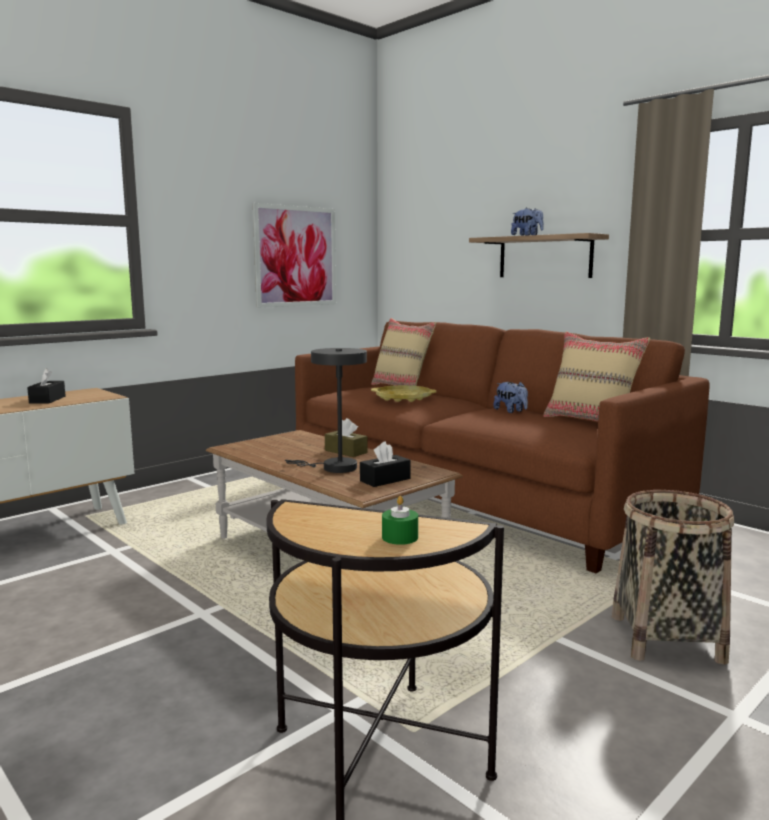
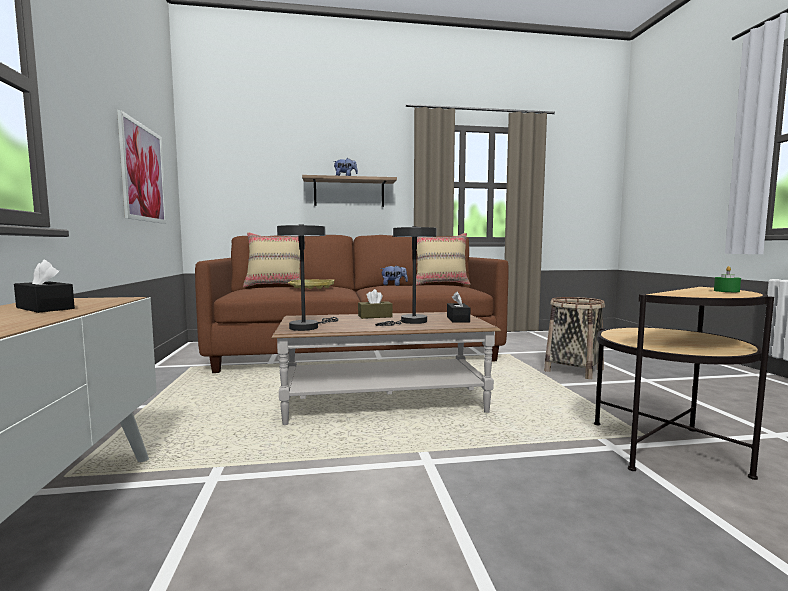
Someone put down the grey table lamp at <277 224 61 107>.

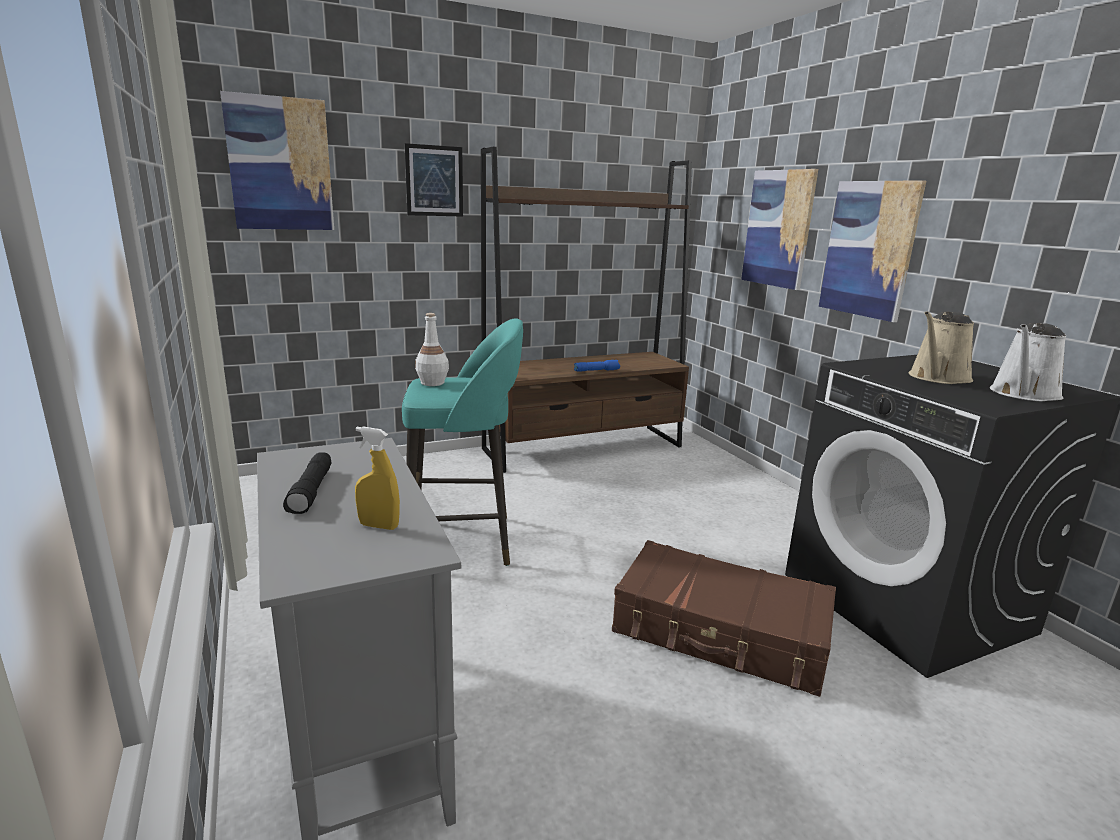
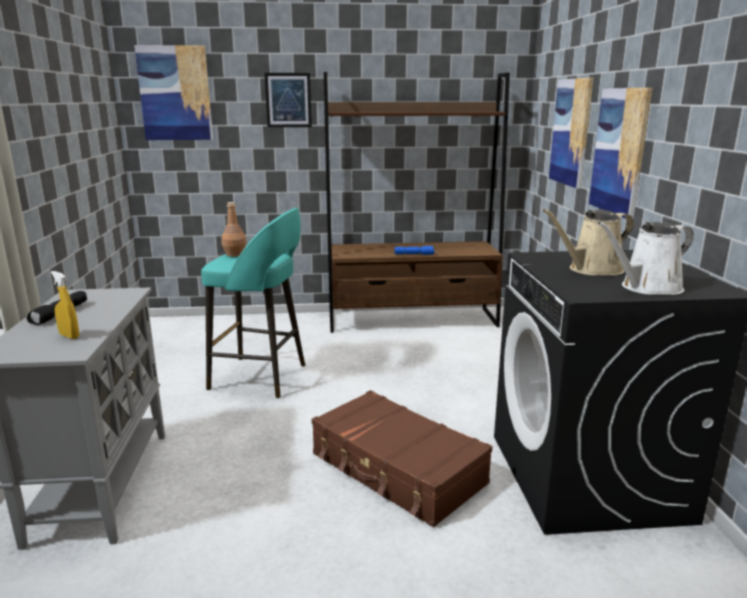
Someone repainted the white bottle at <415 313 34 73>, which became the brown bottle at <221 202 26 55>.

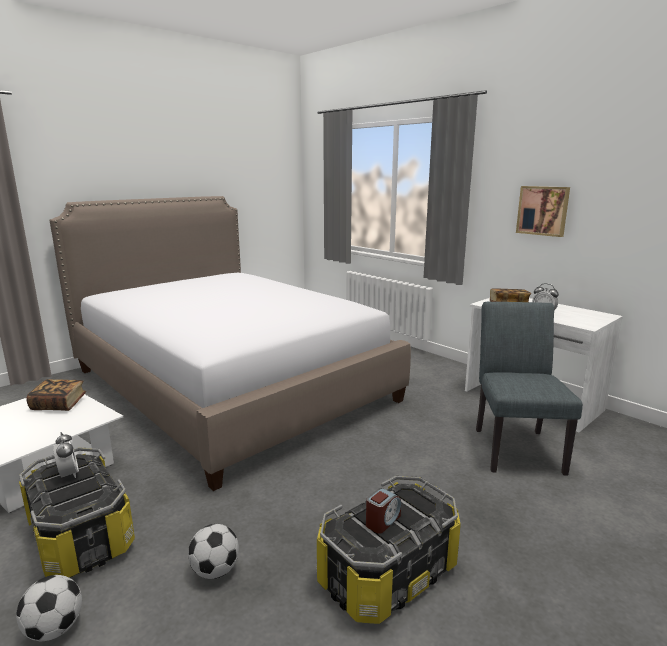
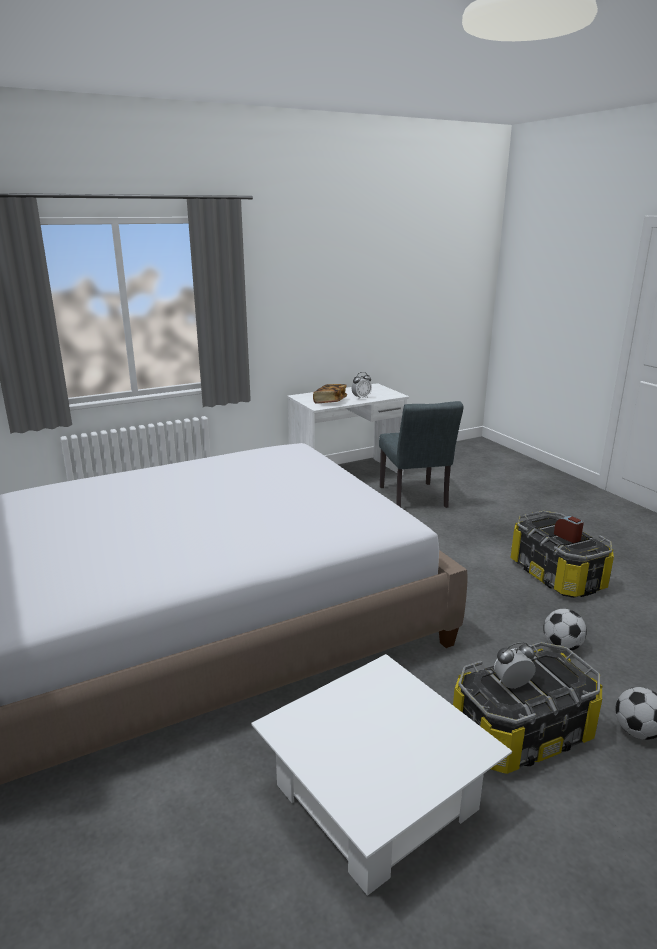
Someone took away the book at <26 379 60 32>.
Someone took away the picture at <516 186 54 51>.
Someone rotated the grey chair at <476 302 107 173> by 120 degrees counterclockwise.

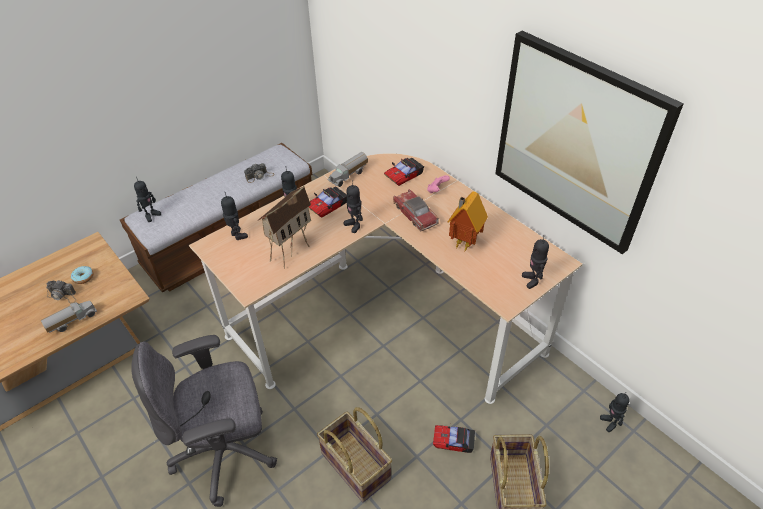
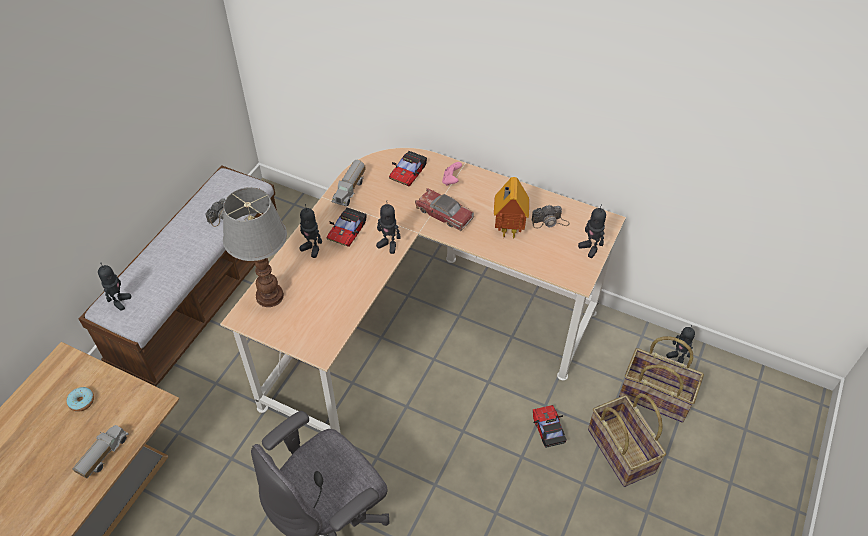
Someone took away the toy house at <257 186 54 83>.
Someone took away the picture at <495 31 189 223>.
Someone carried the photo camera from <46 281 30 23> to <531 205 39 23>.
Someone carried the basket from <317 407 75 95> to <619 336 85 87>.
Someone swapped the toy robot at <221 193 27 47> for the table lamp at <223 187 64 120>.
Someone rotated the toy car at <433 425 42 28> by 90 degrees clockwise.

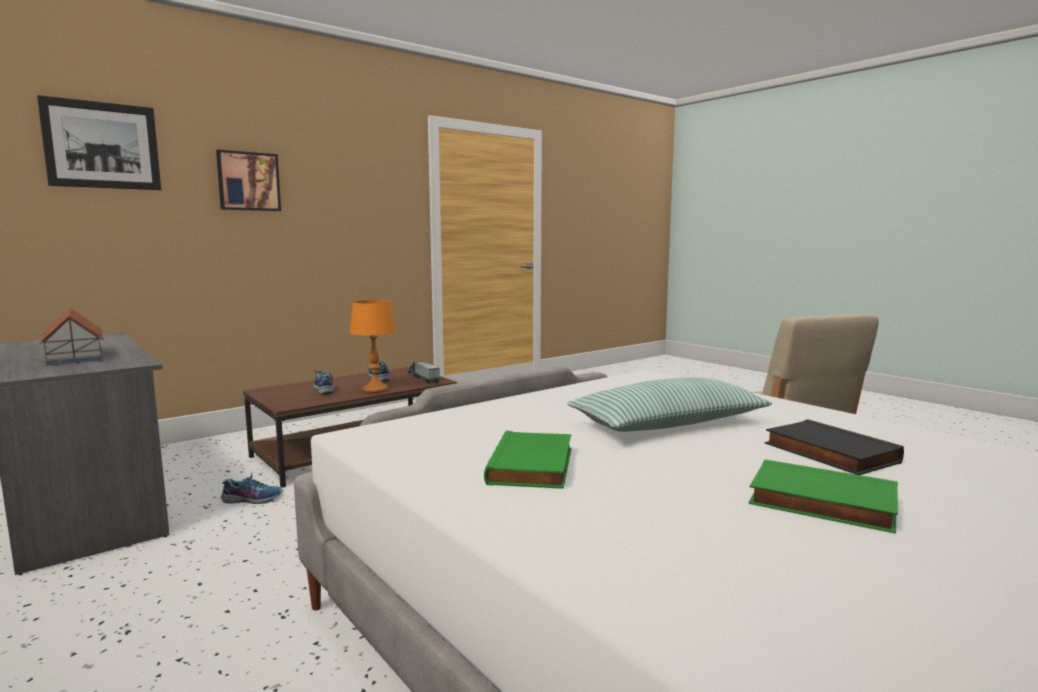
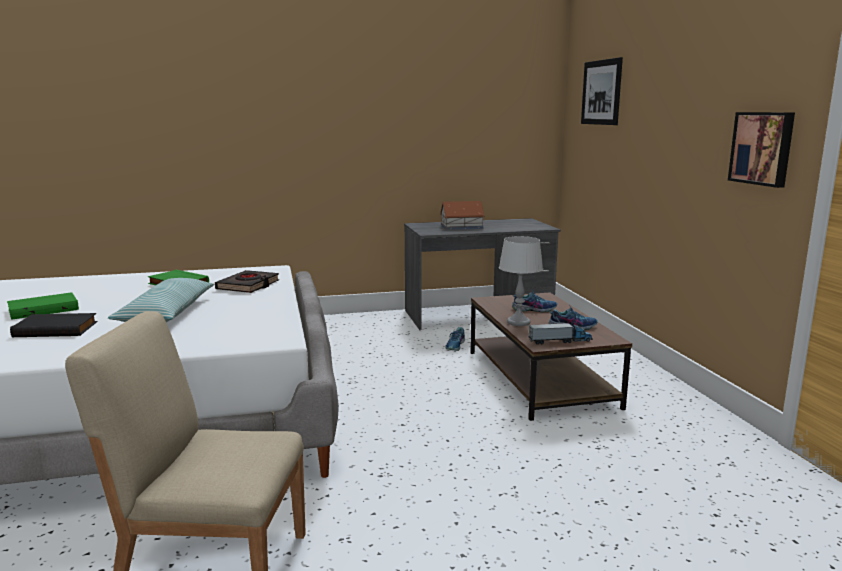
Someone put down the black book at <215 270 65 23>.
Someone carried the picture from <216 150 65 61> to <728 112 67 76>.
Someone repainted the orange table lamp at <349 300 48 93>, which became the grey table lamp at <499 236 44 90>.

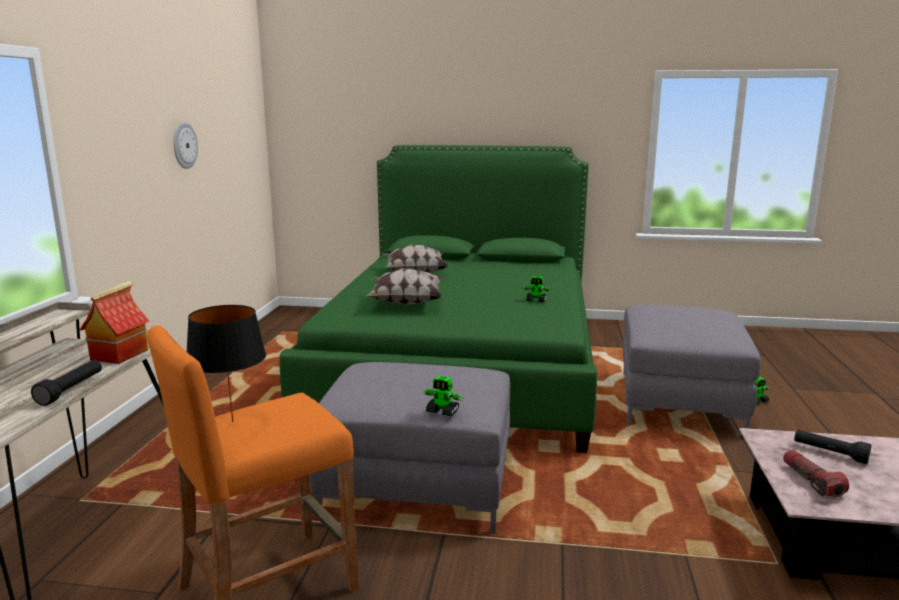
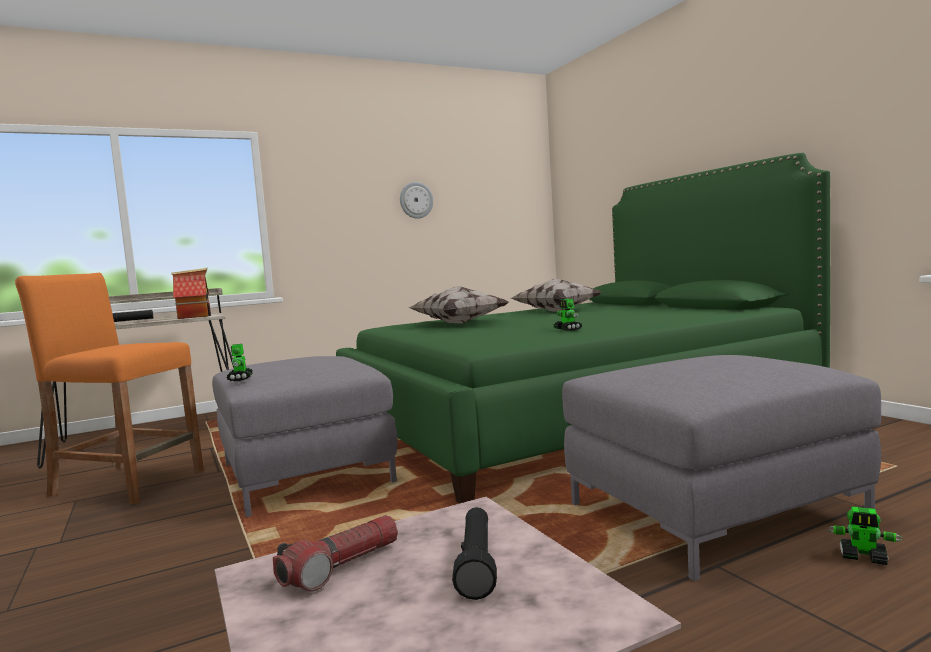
Someone took away the black table lamp at <187 305 79 117>.

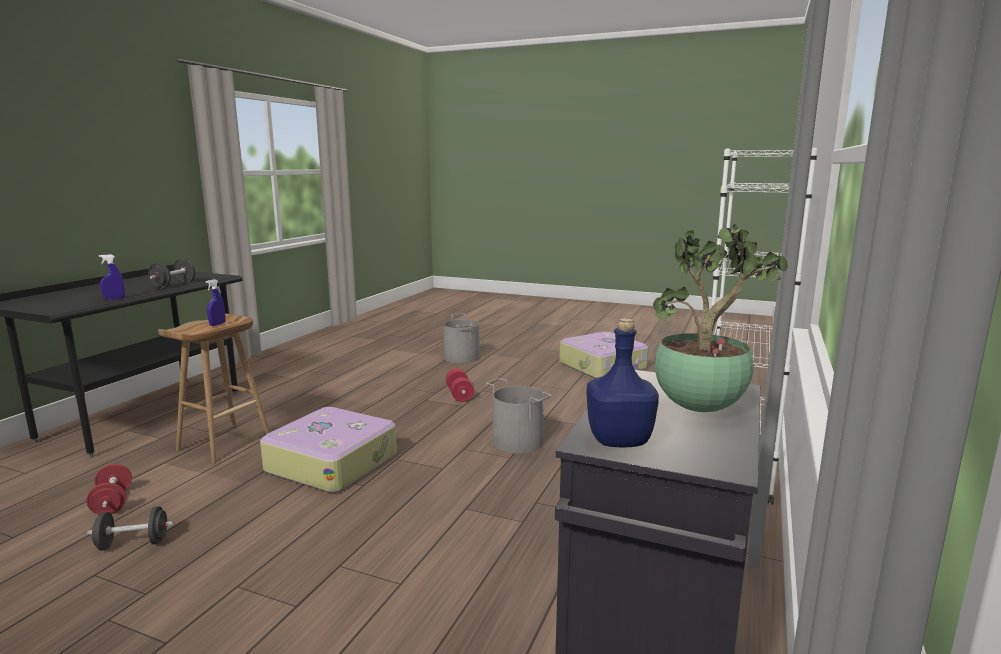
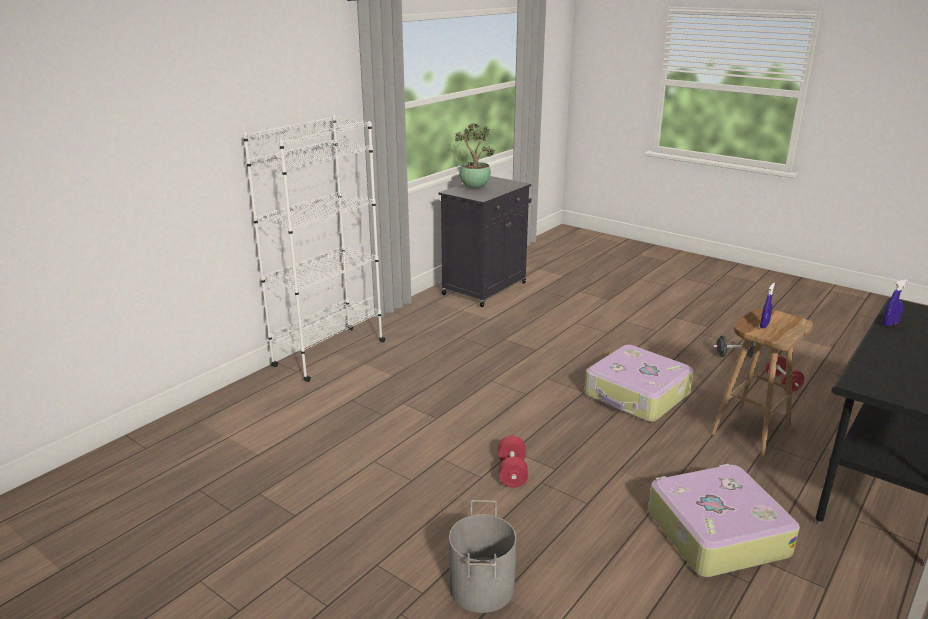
Someone took away the black dumbbell at <148 258 47 30>.
Someone took away the grey bucket at <486 378 66 75>.
Someone took away the blue bottle at <586 318 73 129>.
Someone carried the suitcase from <559 332 90 46> to <648 464 152 113>.

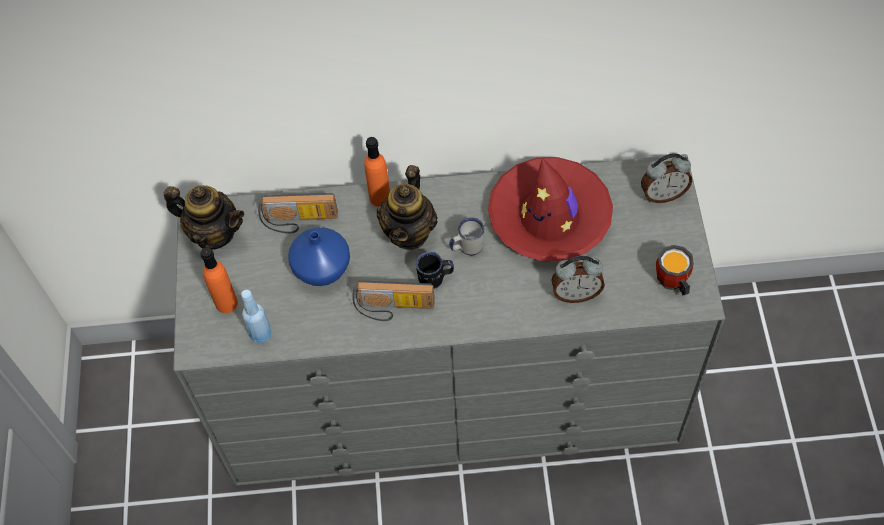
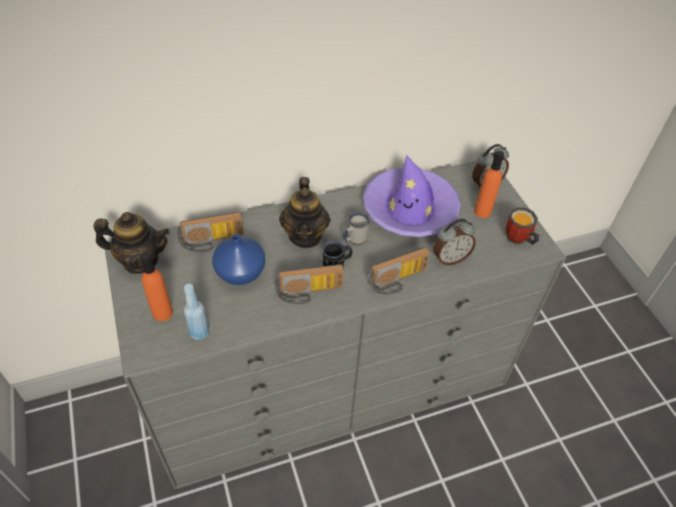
Someone put down the radio at <369 247 61 47>.
Someone carried the orange bottle from <364 137 26 70> to <474 151 30 67>.
Someone repainted the red hat at <488 157 125 104>, which became the purple hat at <363 155 98 82>.

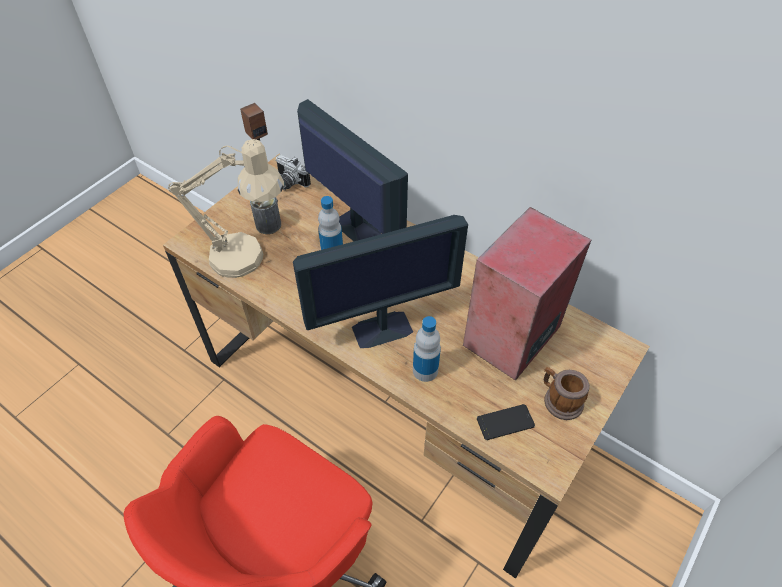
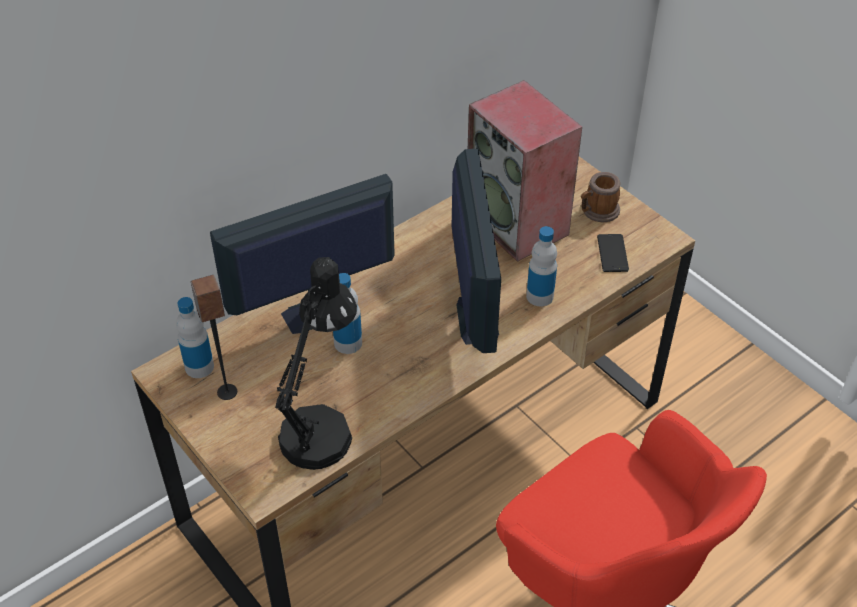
Someone took away the can at <250 197 31 37>.
Someone swapped the photo camera at <275 154 36 36> for the bottle at <176 297 38 81>.
Someone repainted the beige table lamp at <168 139 116 139>, which became the black table lamp at <275 257 82 213>.

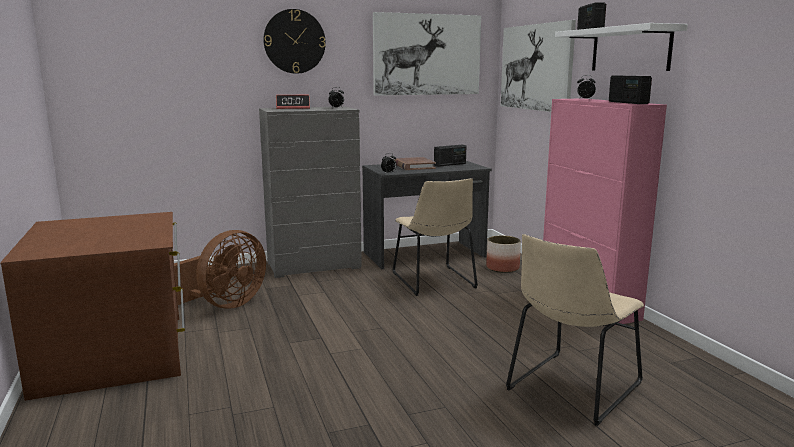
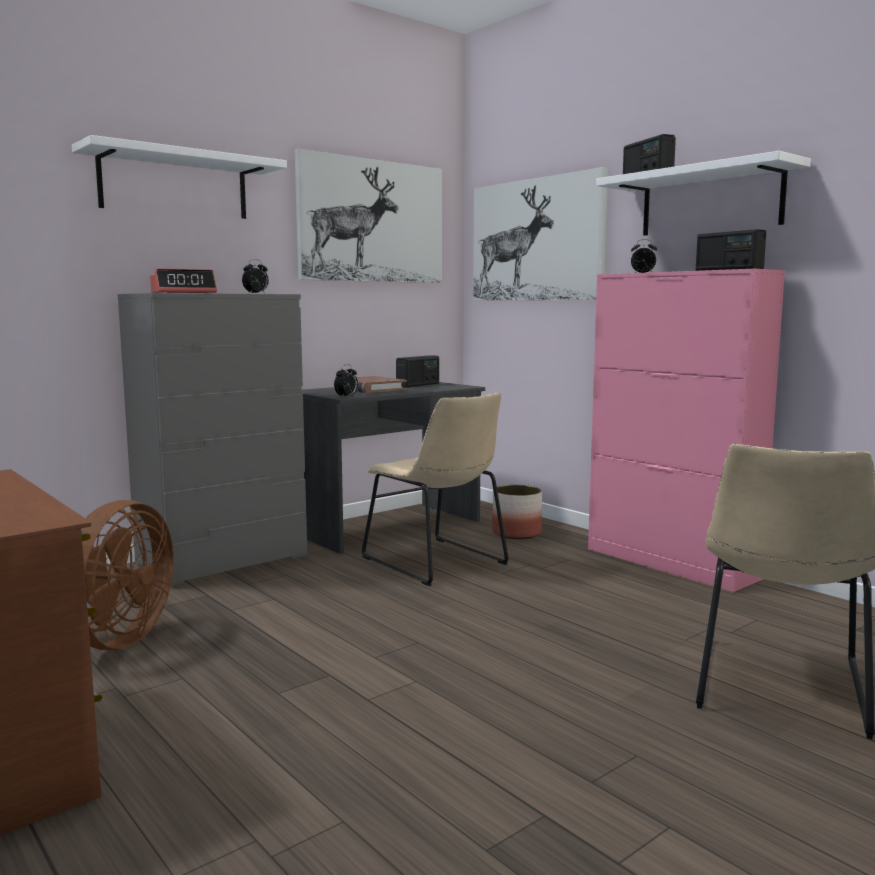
Someone swapped the wall clock at <263 9 63 65> for the white shelf at <72 135 215 84>.

